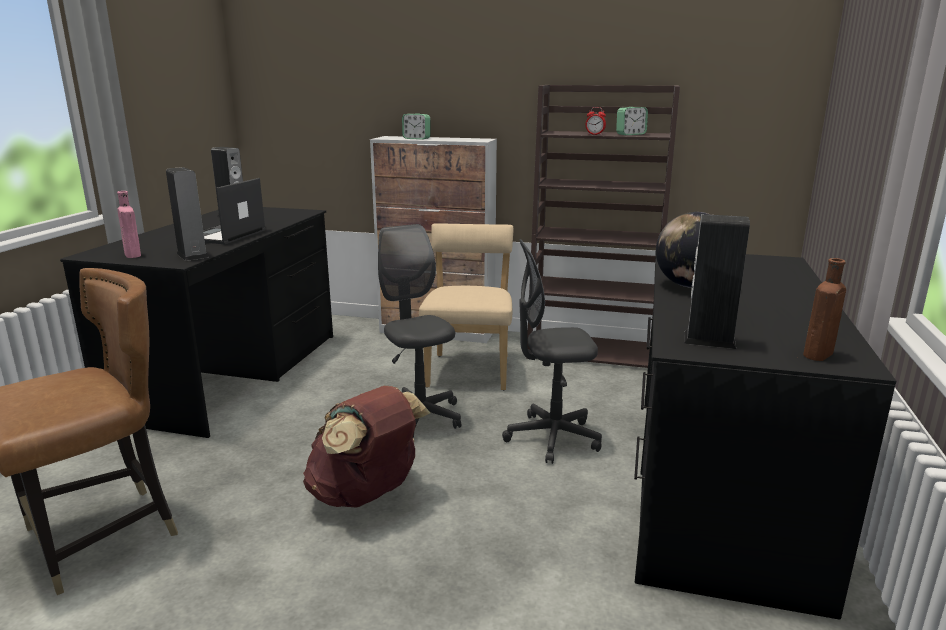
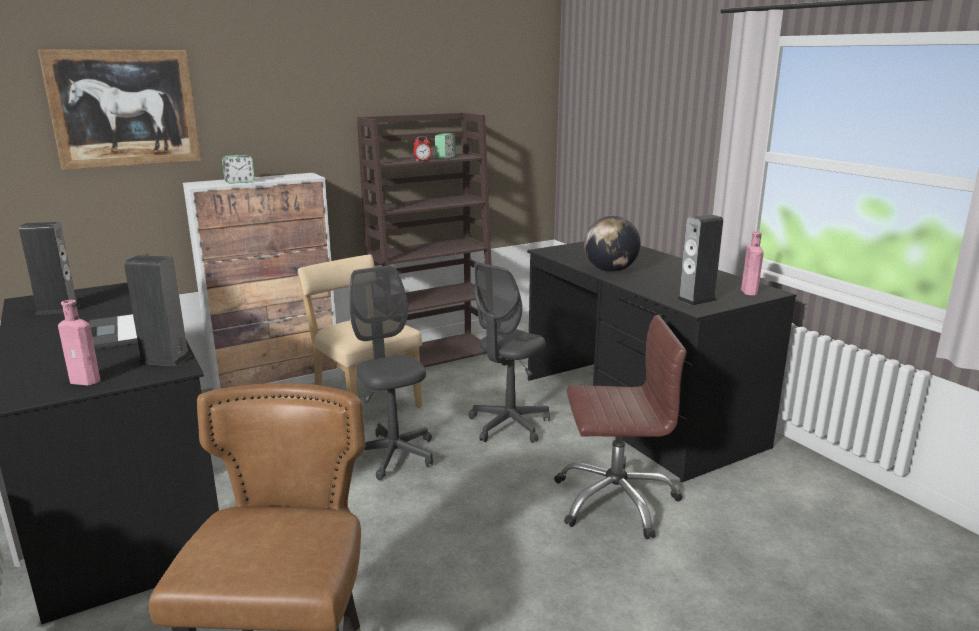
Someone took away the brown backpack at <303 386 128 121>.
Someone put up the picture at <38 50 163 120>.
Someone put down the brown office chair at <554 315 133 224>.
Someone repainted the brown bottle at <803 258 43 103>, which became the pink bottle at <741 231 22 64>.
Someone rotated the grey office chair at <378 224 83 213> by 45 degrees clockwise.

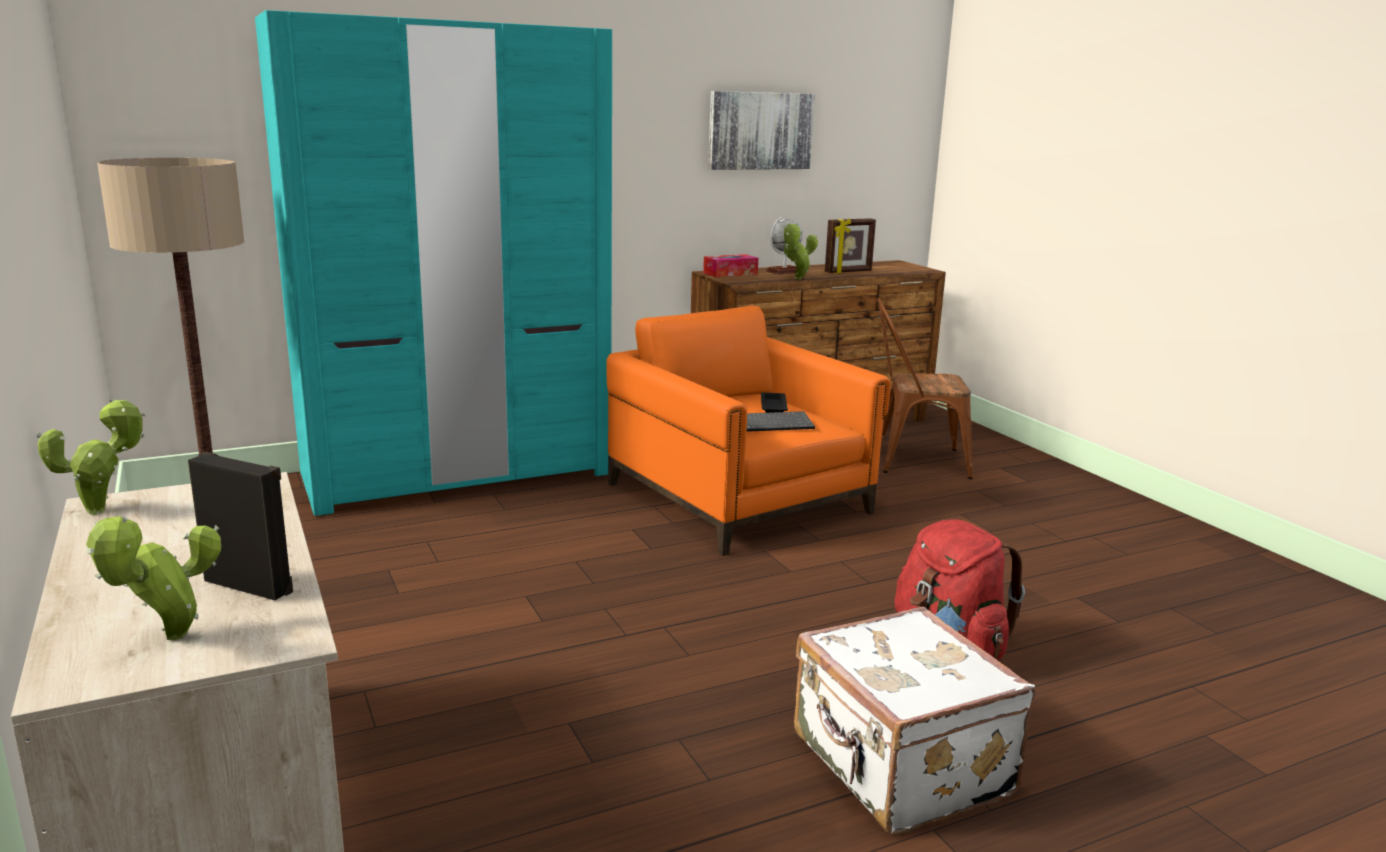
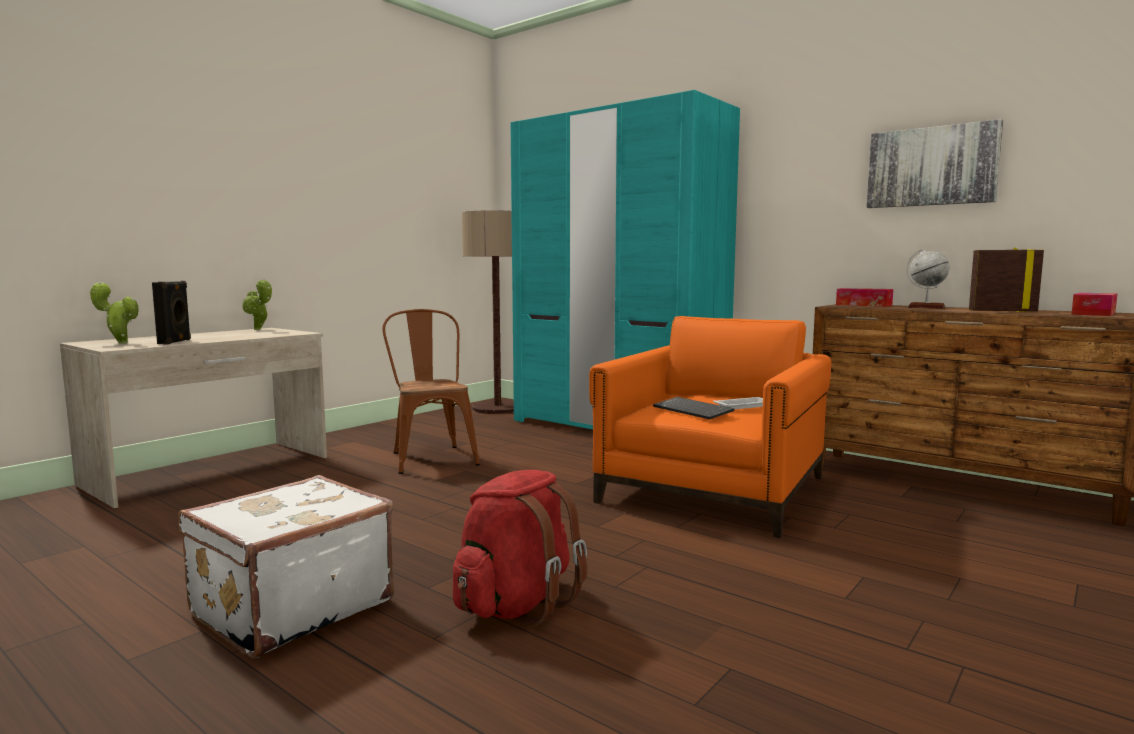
Someone took away the potted plant at <784 223 34 56>.
Someone put down the tissue box at <1071 293 47 23>.
Someone carried the brown chair from <877 298 96 181> to <382 309 98 165>.
Someone repainted the black tray at <761 393 27 20>, which became the white tray at <713 397 50 12>.
Someone rotated the picture frame at <825 218 51 55> by 150 degrees clockwise.

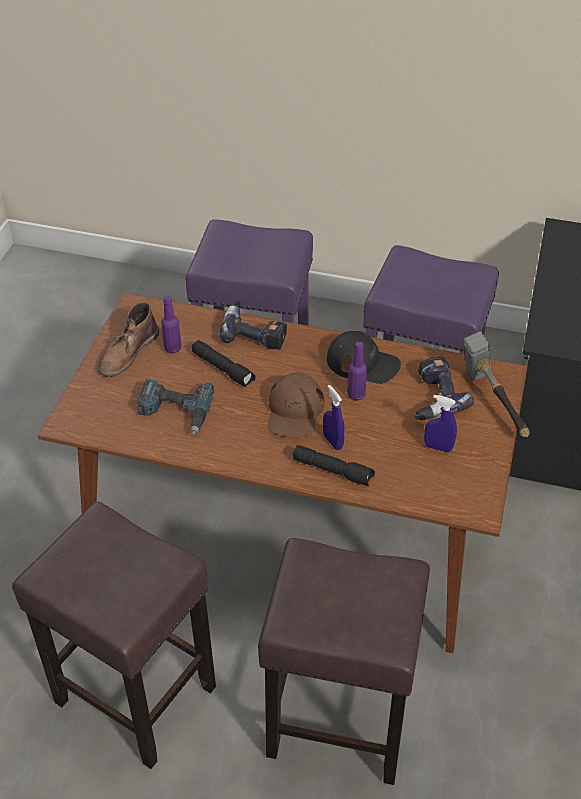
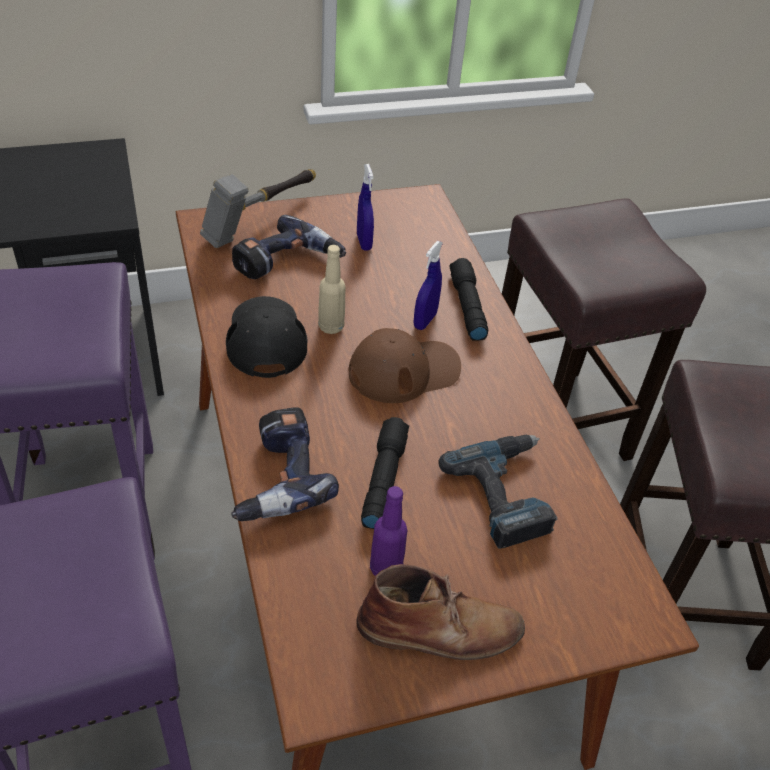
Someone repainted the purple bottle at <347 342 20 58>, which became the beige bottle at <318 245 28 89>.

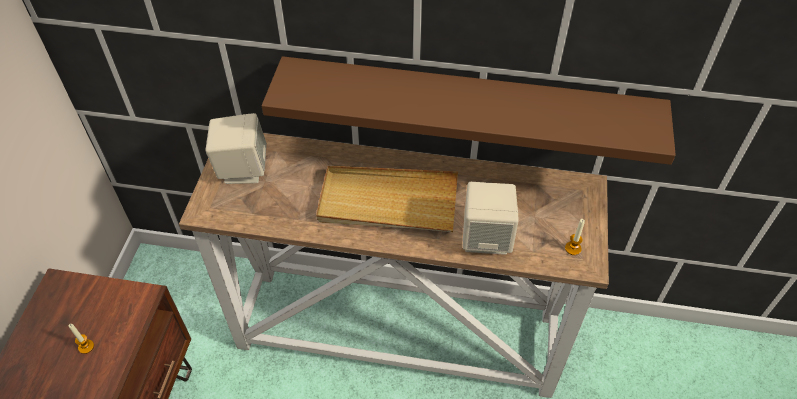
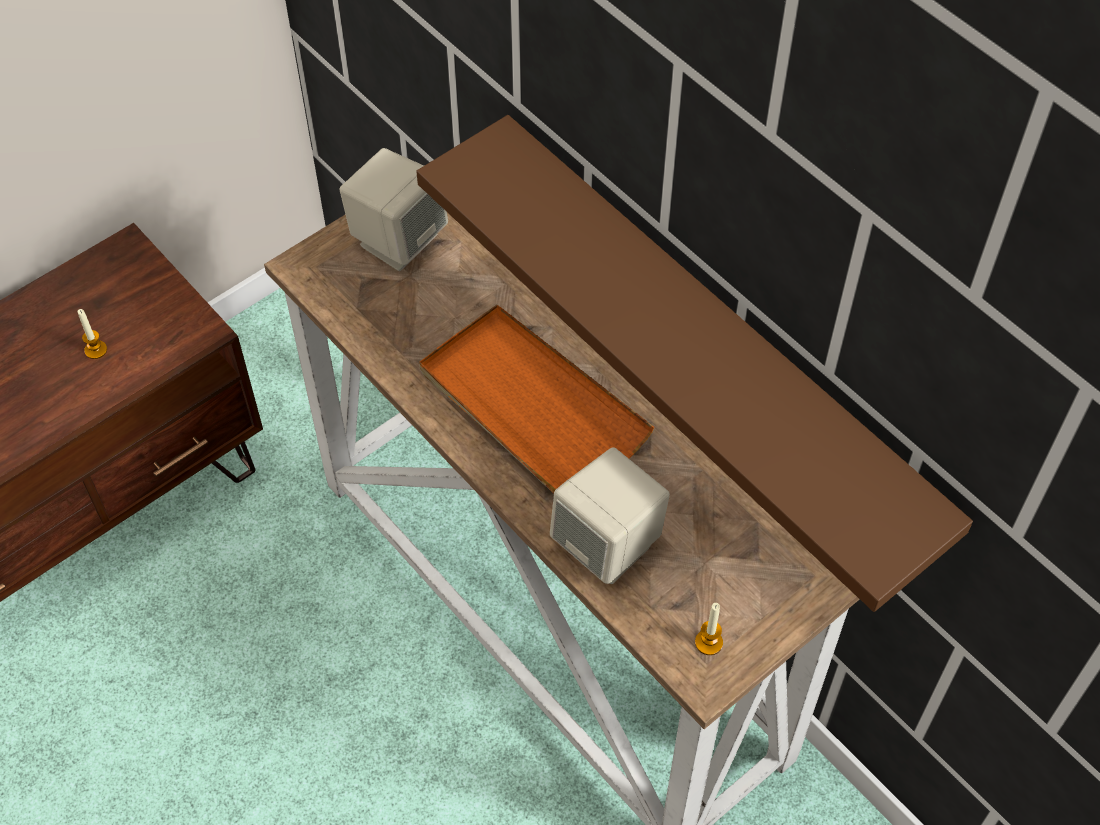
Someone repainted the beige tray at <316 166 142 66>, which became the orange tray at <419 305 235 188>.

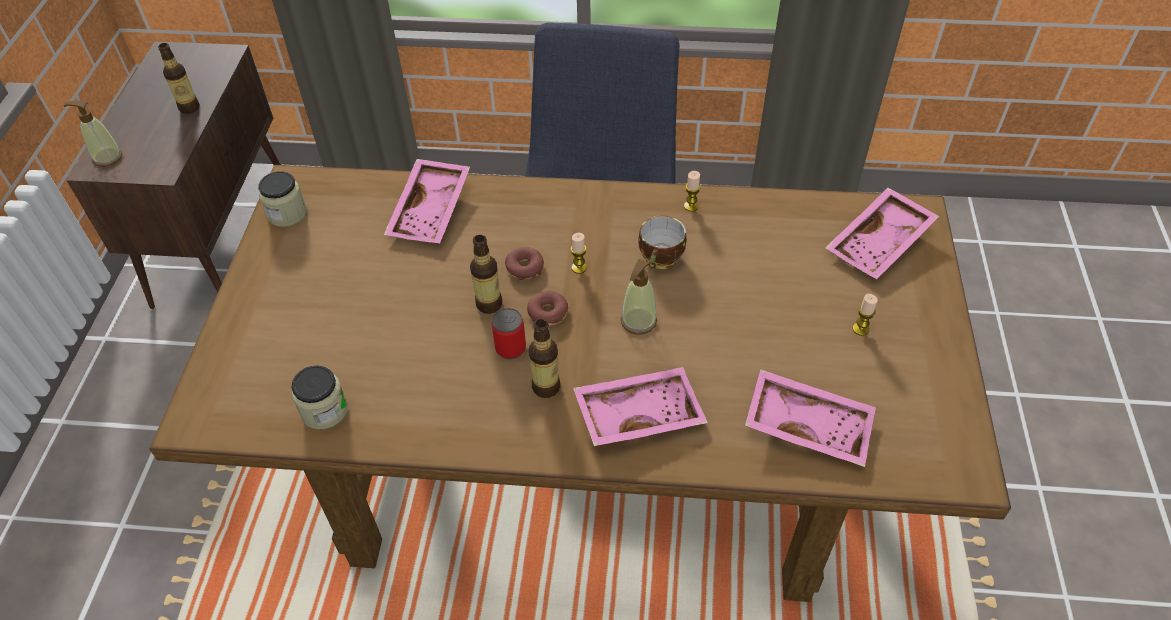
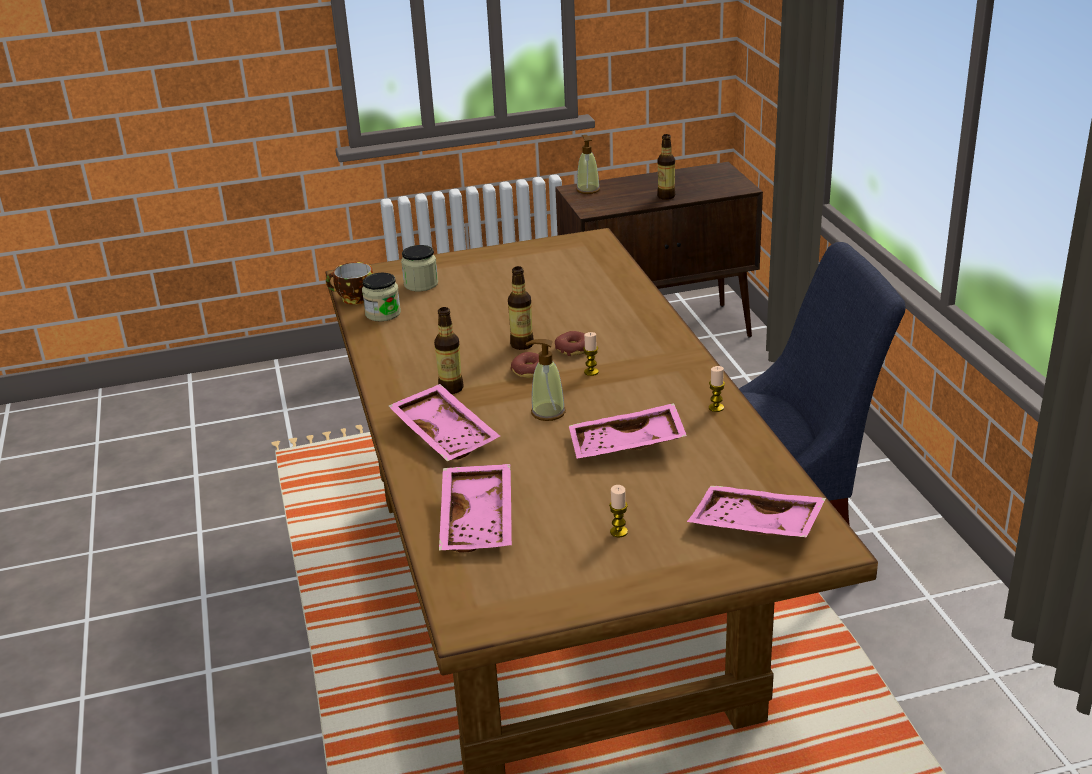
Someone took away the can at <492 308 34 51>.
Someone carried the jar from <258 171 49 56> to <401 245 37 46>.
Someone carried the pink tray from <384 159 86 84> to <569 403 118 56>.
Someone carried the cup from <638 215 49 54> to <326 262 47 43>.

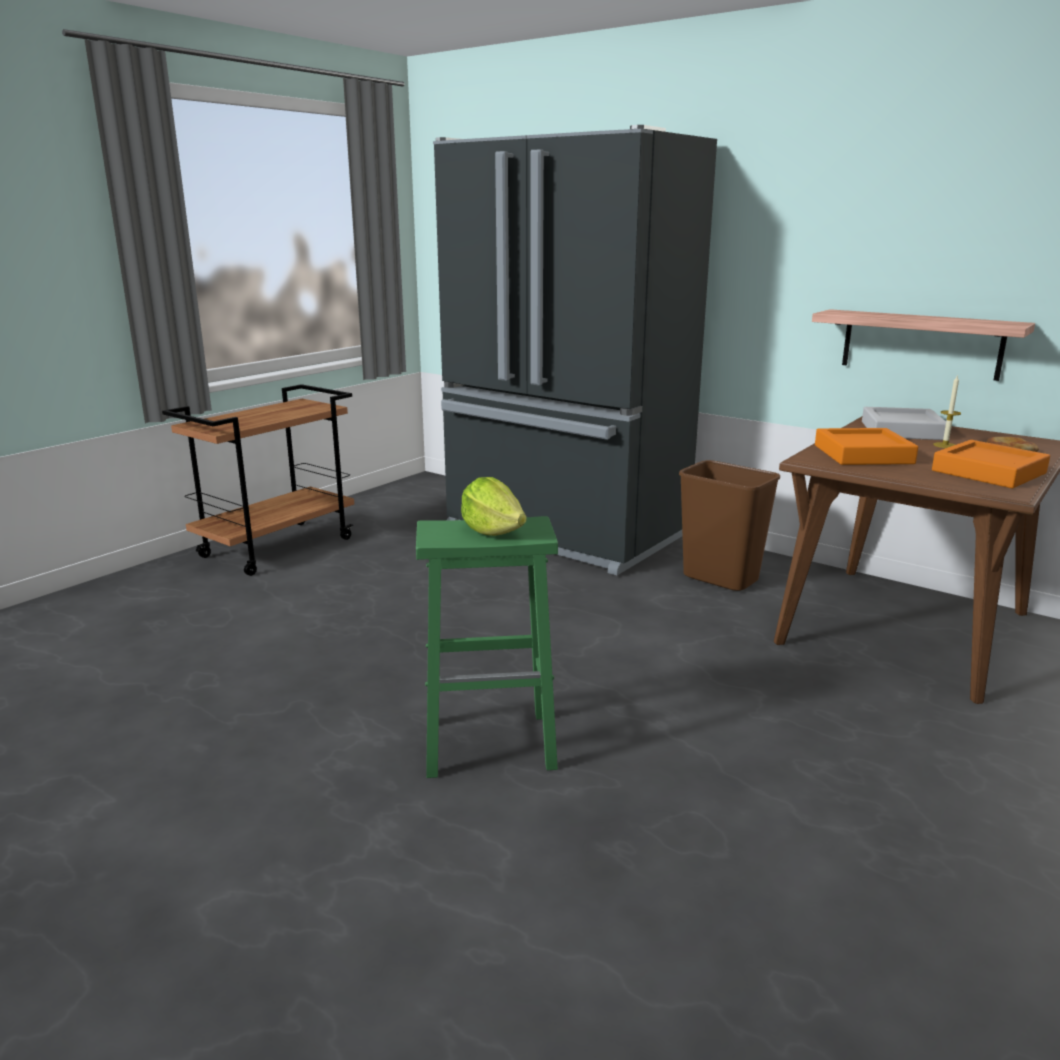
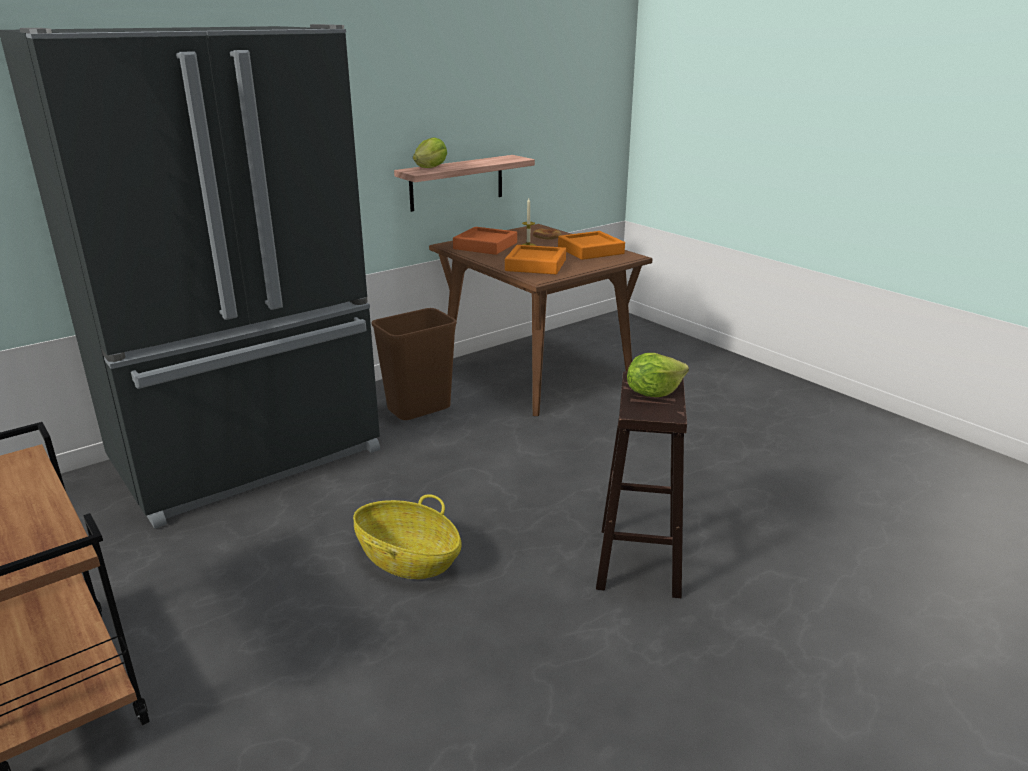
Someone put down the basket at <353 494 109 85>.
Someone put down the lettuce at <413 137 34 31>.
Someone repainted the green stool at <416 516 142 262>, which became the brown stool at <596 371 91 227>.
Someone repainted the grey tray at <862 407 84 33>, which became the orange tray at <453 227 64 28>.

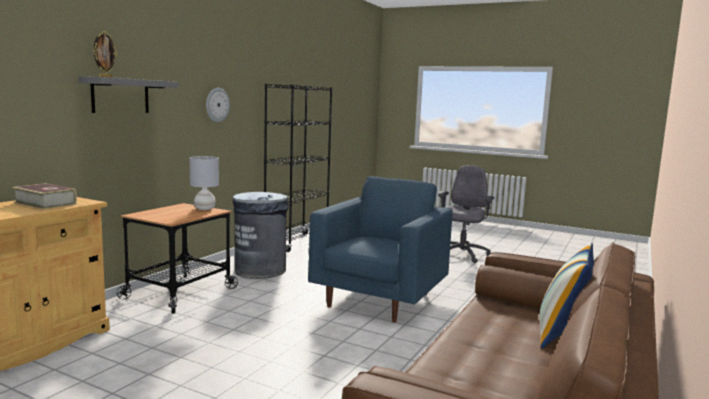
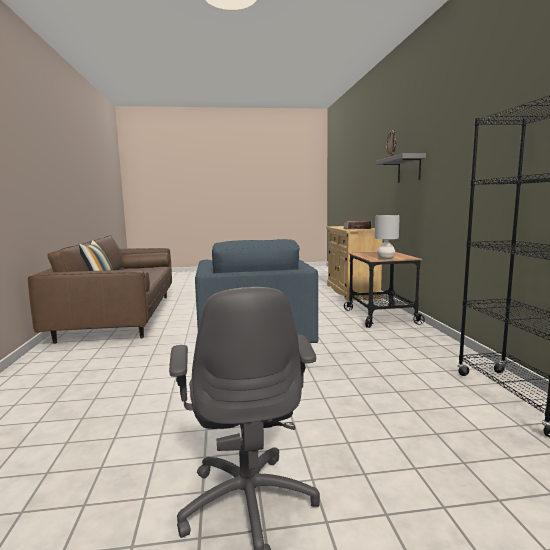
Someone took away the wall clock at <206 88 24 34>.
Someone took away the grey trash can at <233 192 56 87>.

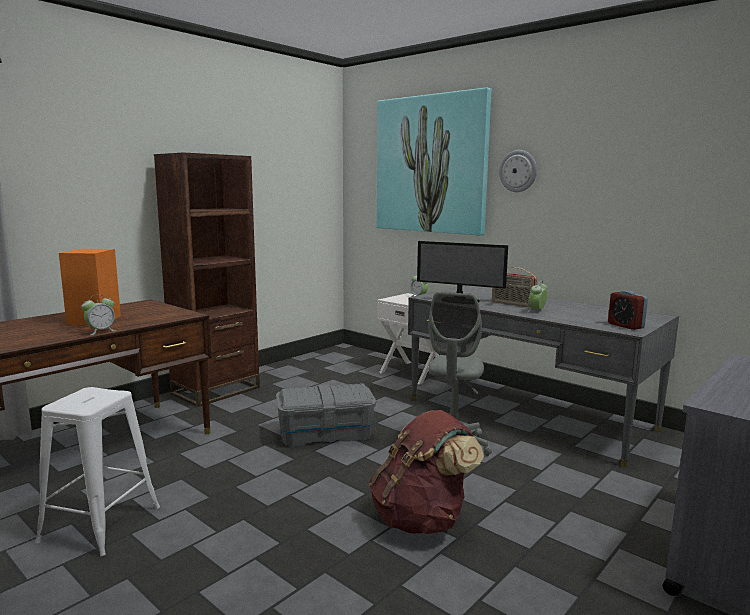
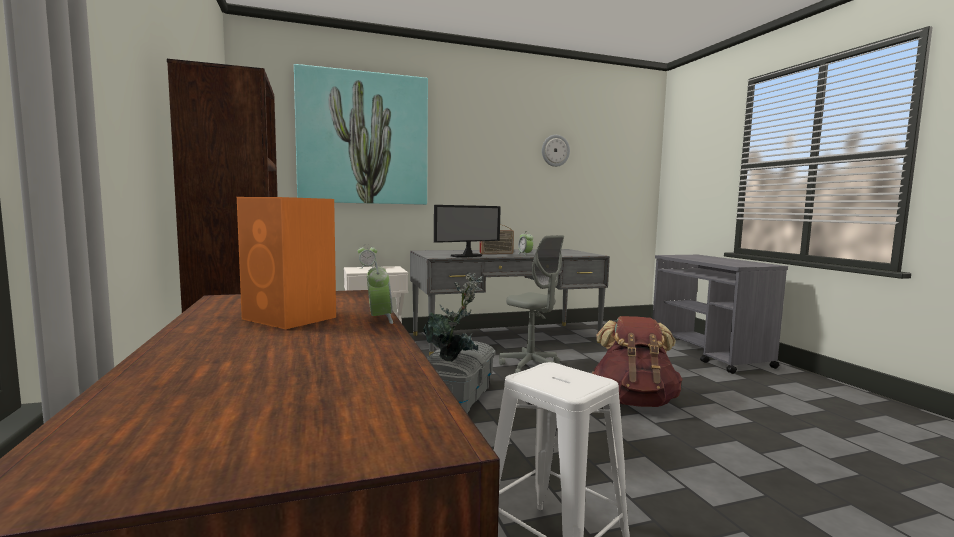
Someone took away the alarm clock at <608 291 40 39>.
Someone put down the potted plant at <423 272 59 89>.
Someone carried the wall clock from <499 150 38 42> to <542 135 28 32>.

